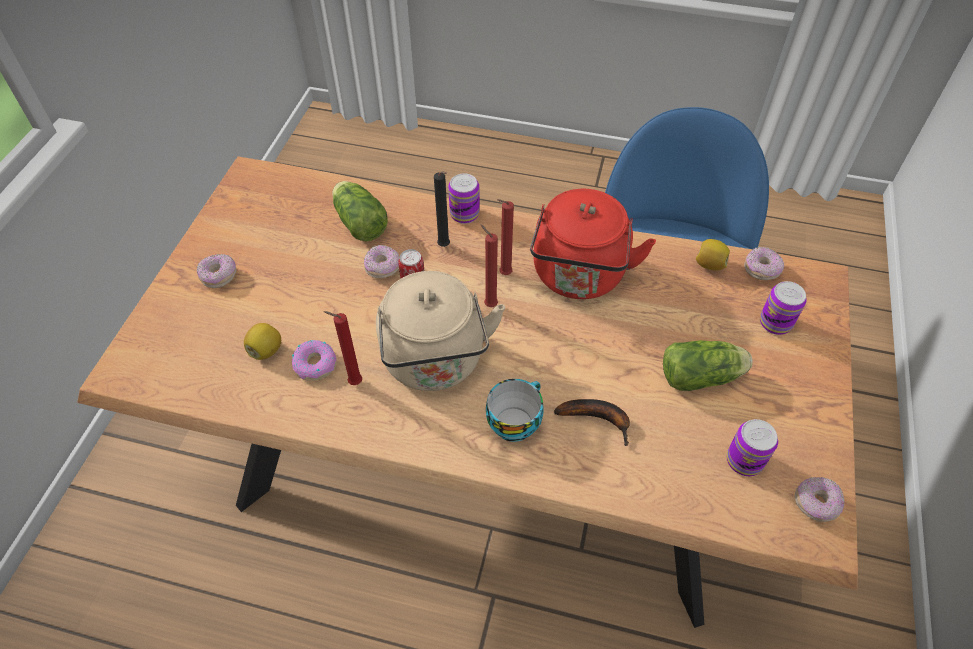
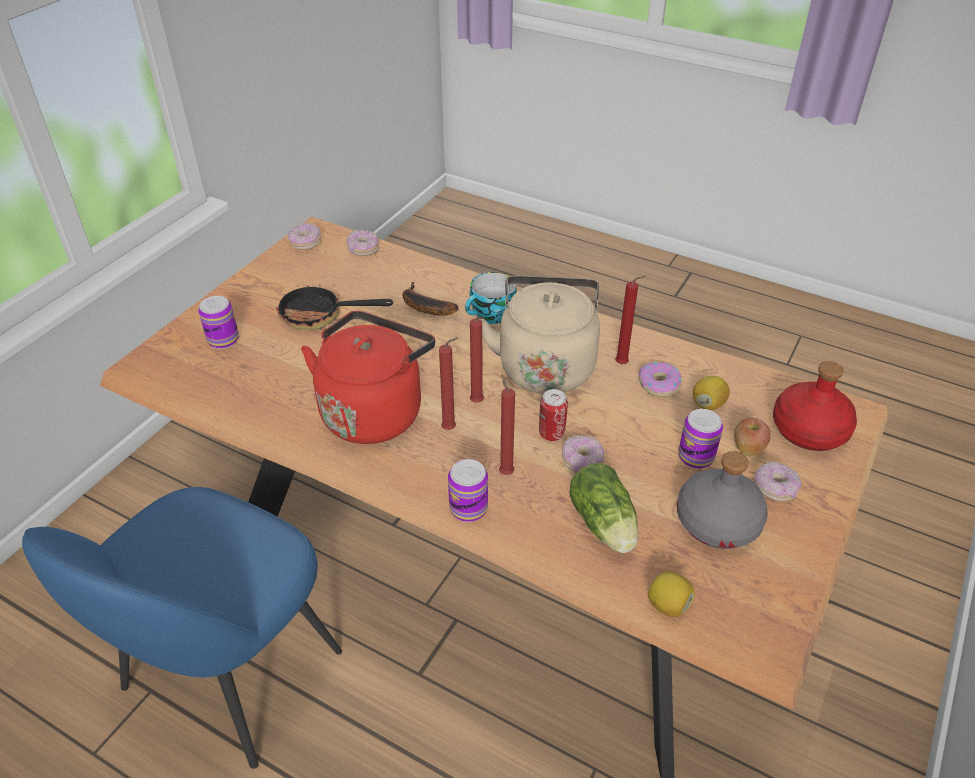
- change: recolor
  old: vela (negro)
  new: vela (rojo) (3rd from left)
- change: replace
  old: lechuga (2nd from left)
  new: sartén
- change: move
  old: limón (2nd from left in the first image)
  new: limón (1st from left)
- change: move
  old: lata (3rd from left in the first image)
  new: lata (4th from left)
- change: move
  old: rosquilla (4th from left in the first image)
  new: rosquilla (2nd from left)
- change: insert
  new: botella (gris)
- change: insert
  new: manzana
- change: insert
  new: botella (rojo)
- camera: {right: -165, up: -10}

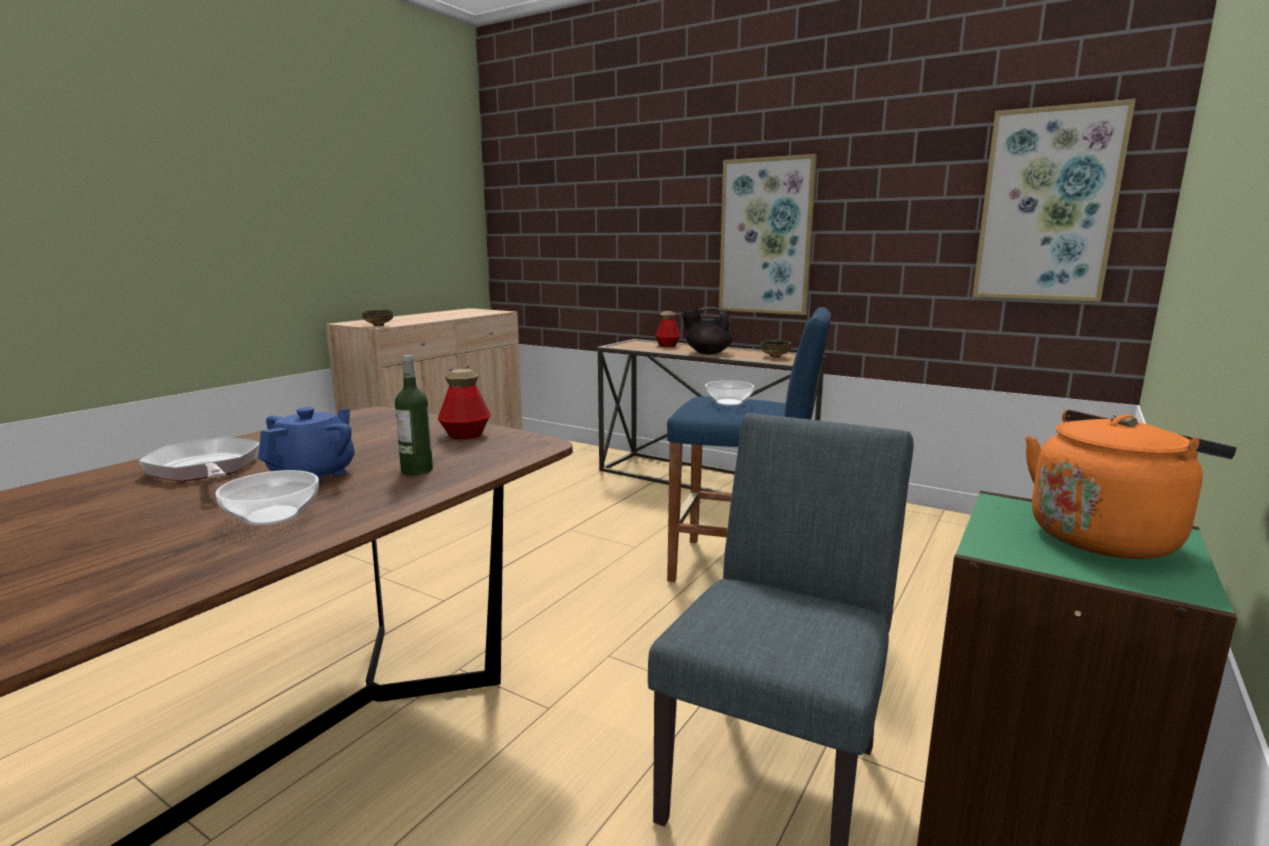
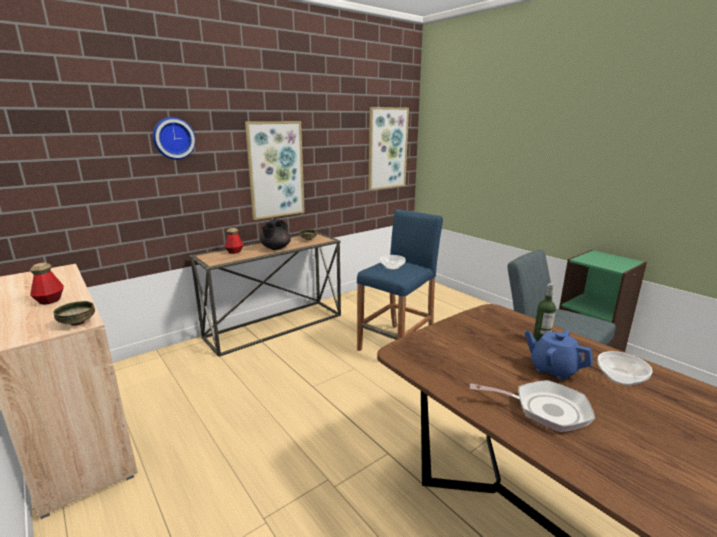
- change: rotate
  old: sartén
  degrees: -150
- change: move
  old: botella (2nd from left in the first image)
  new: botella (1st from left)
- change: delete
  old: hervidor (naranja)
- change: insert
  new: reloj de pared
- camera: {right: -70, up: 5}

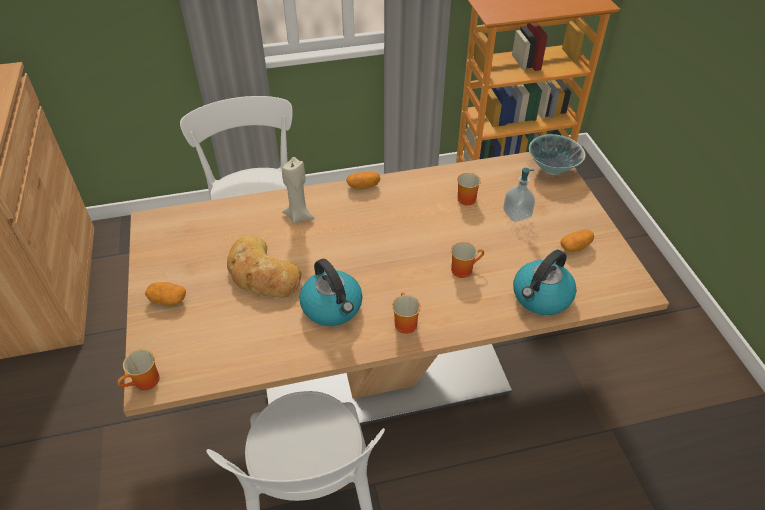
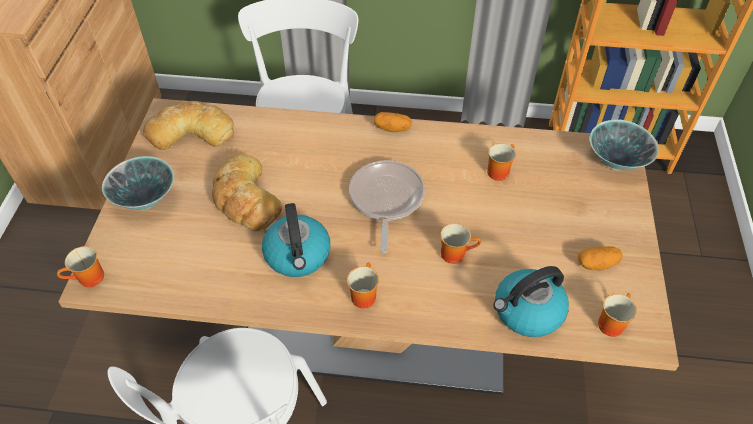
- change: replace
  old: patata (1st from left)
  new: cuenco (1st from left)
- change: delete
  old: vela (beis)
- change: delete
  old: dispensador de jabón
- change: insert
  new: pan (1st from left)
- change: insert
  new: sartén
- change: insert
  new: taza grande (5th from left)
- camera: {right: 20, up: 5}

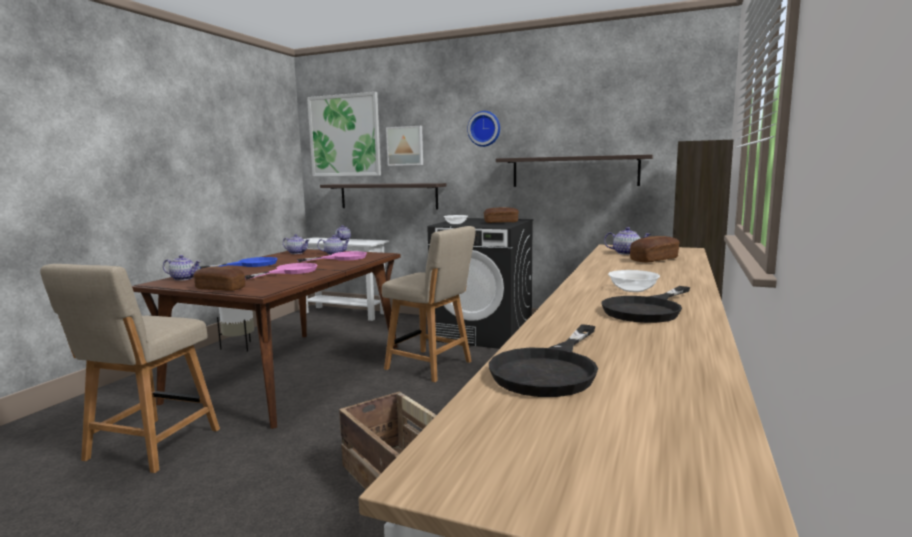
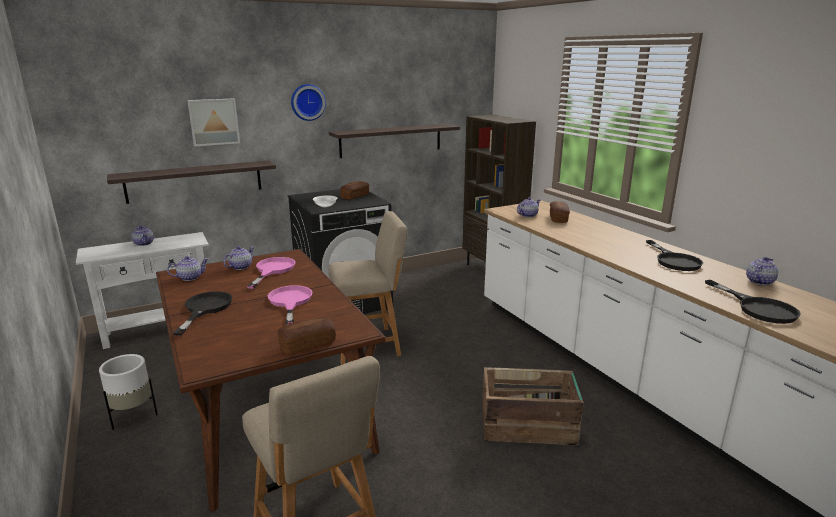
- change: move
  old: tetera (1st from left in the first image)
  new: tetera (5th from left)
- change: recolor
  old: sartén (azul)
  new: sartén (negro) (1st from left)
- change: delete
  old: cuadro (1st from left)
- change: delete
  old: cuenco (2nd from left)
- camera: {right: -50, up: 10}

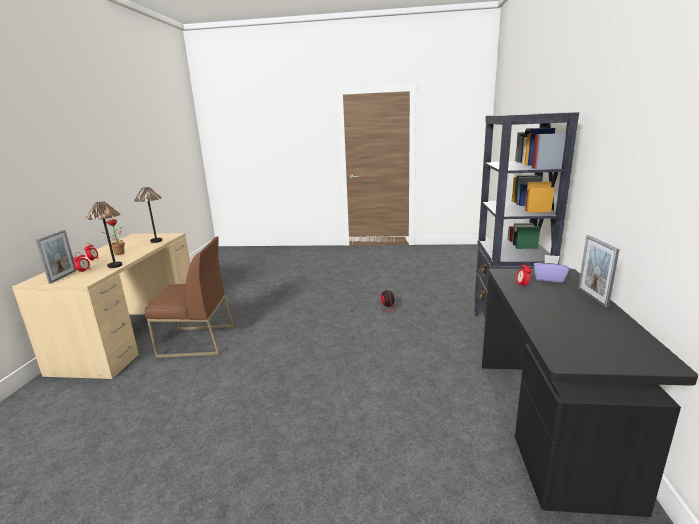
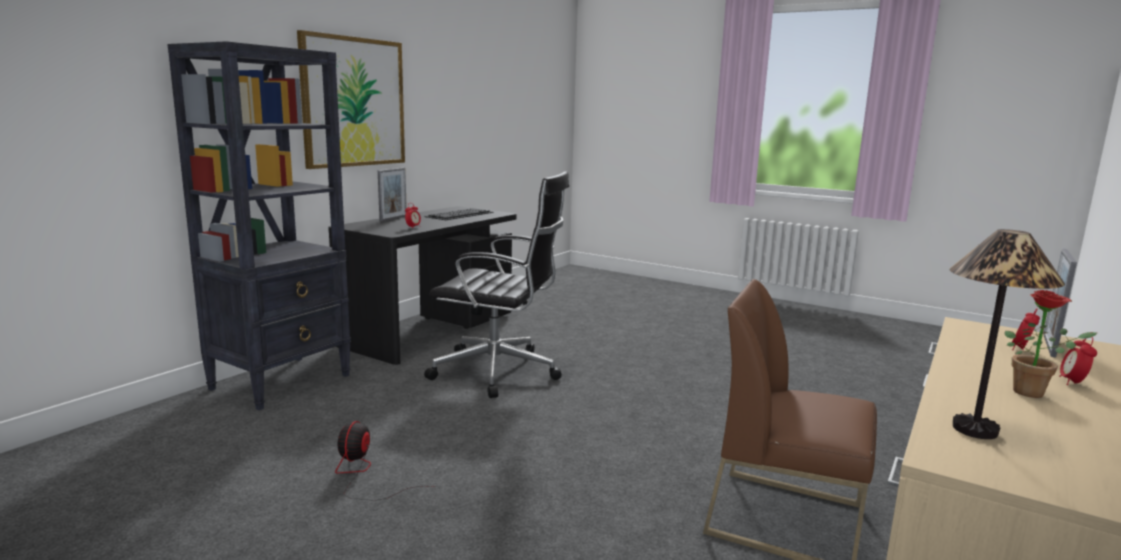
- change: delete
  old: lámpara de mesa (1st from left)
- change: delete
  old: caja de pañuelos (morado)
- change: insert
  new: cuadro
- change: insert
  new: silla de oficina (negro)
- change: insert
  new: teclado
- camera: {right: -155, up: -5}

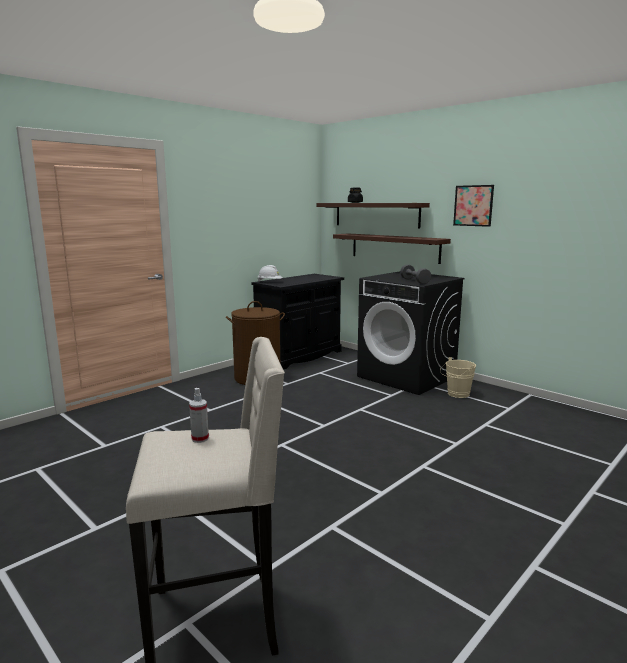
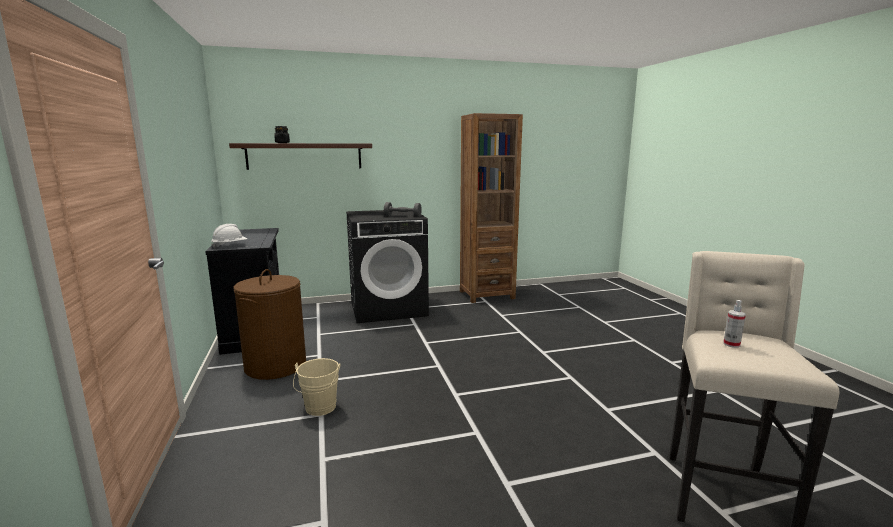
- change: delete
  old: estante (2nd from left)
- change: move
  old: cubo (beis)
- change: delete
  old: cuadro
- change: insert
  new: estantería (marrón)
- camera: {right: -60, up: 0}

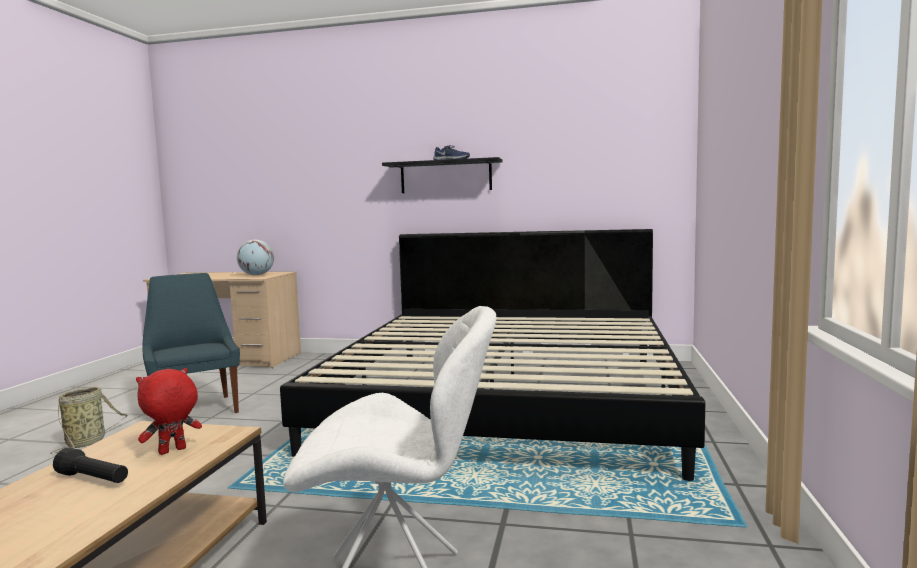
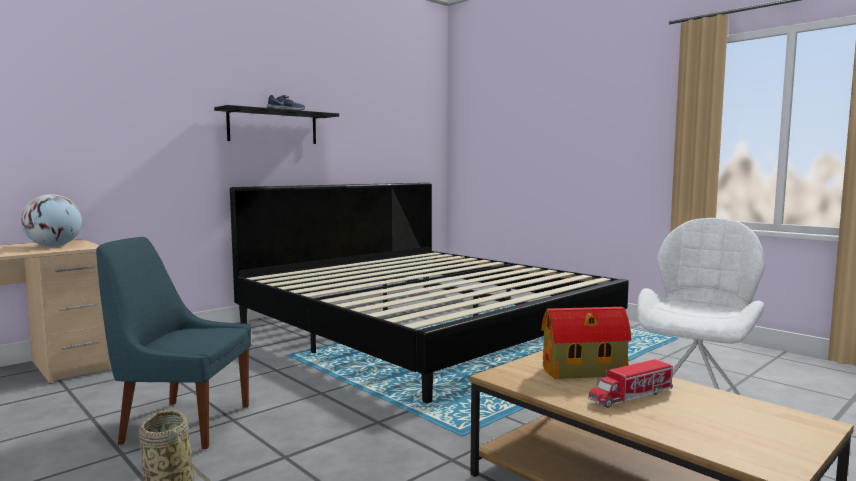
- change: replace
  old: linterna (negro)
  new: camión de juguete
- change: replace
  old: peluche (rojo)
  new: casita
- camera: {right: -55, up: 0}

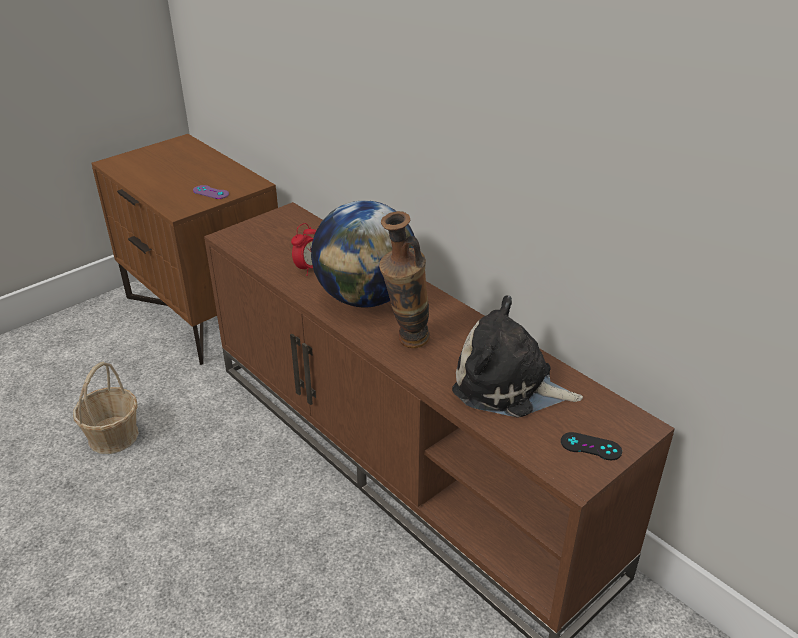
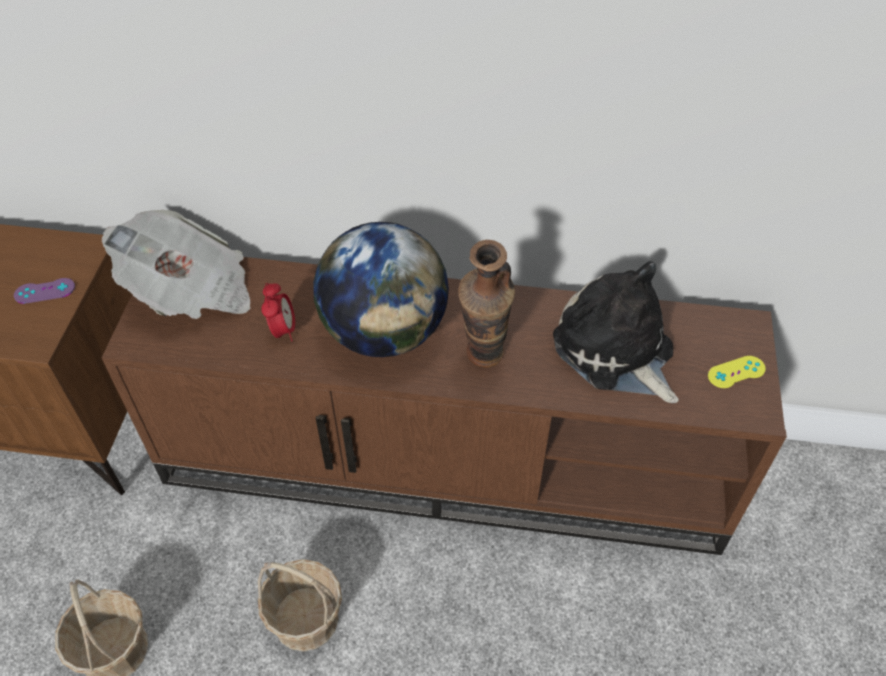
- change: rotate
  old: peluche
  degrees: 75
- change: recolor
  old: mando de consola (negro)
  new: mando de consola (amarillo)
- change: insert
  new: periódico
- change: insert
  new: cesta (2nd from left)
- camera: {right: -40, up: 15}

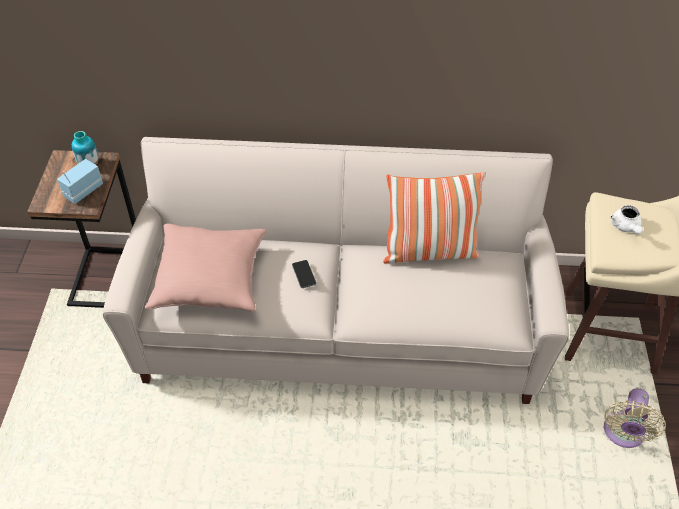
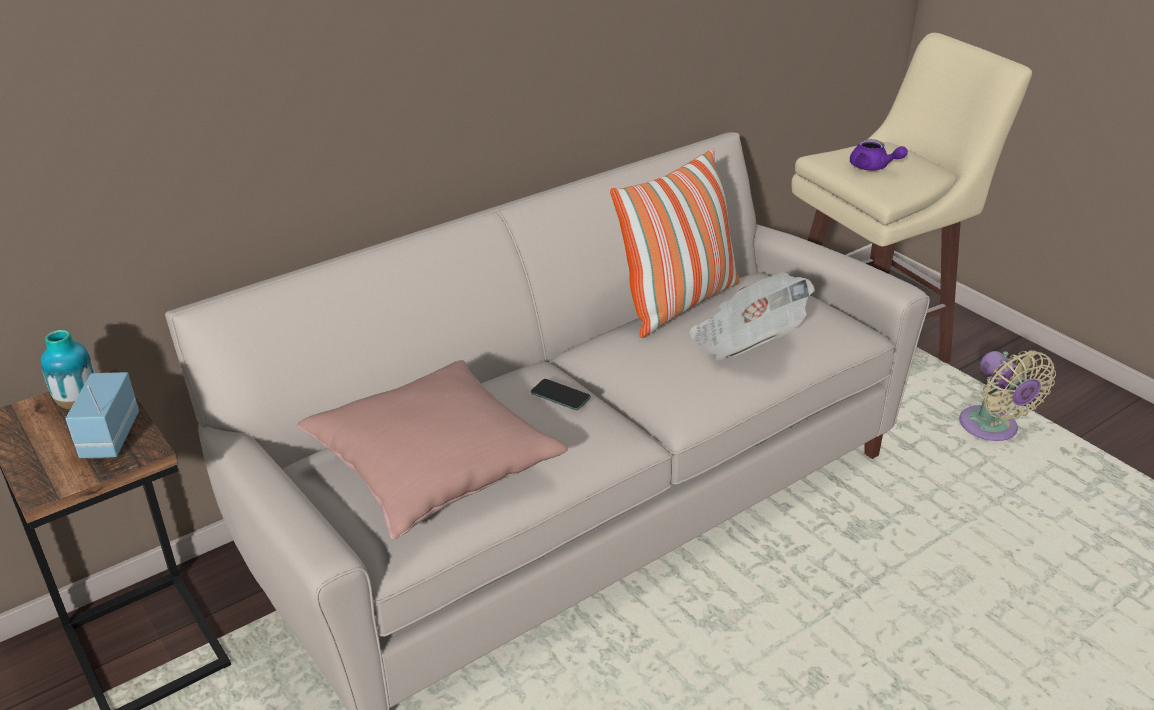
- change: recolor
  old: tetera (blanco)
  new: tetera (morado)
- change: insert
  new: periódico
- camera: {right: -40, up: -15}

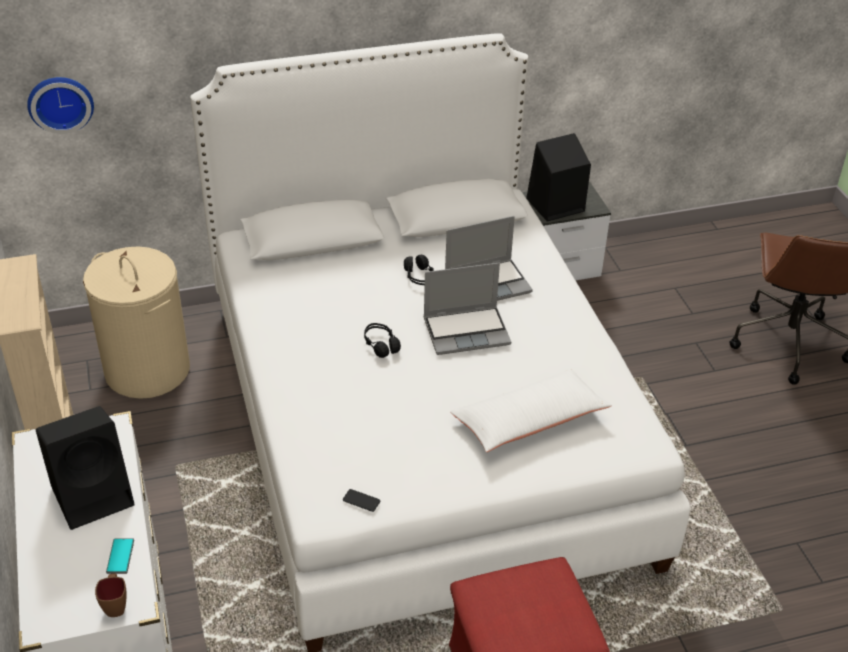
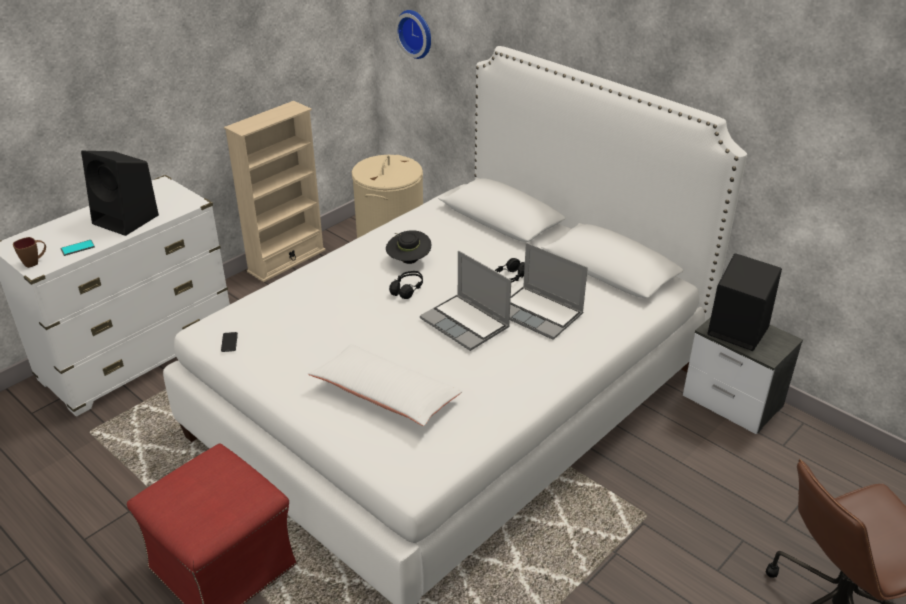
- change: insert
  new: sombrero (negro)
- camera: {right: 60, up: -5}

